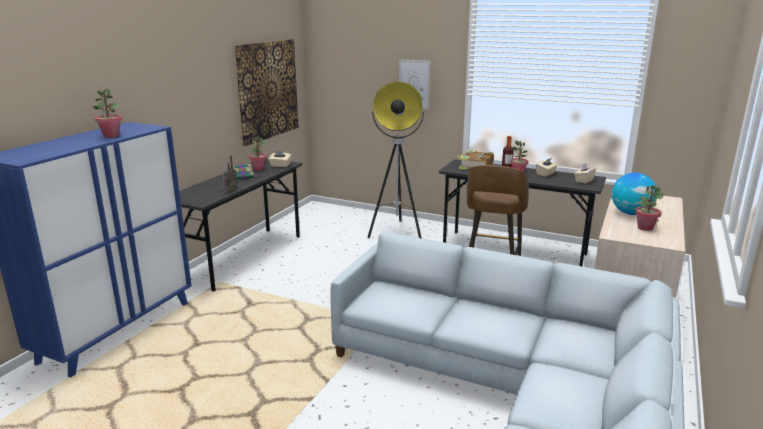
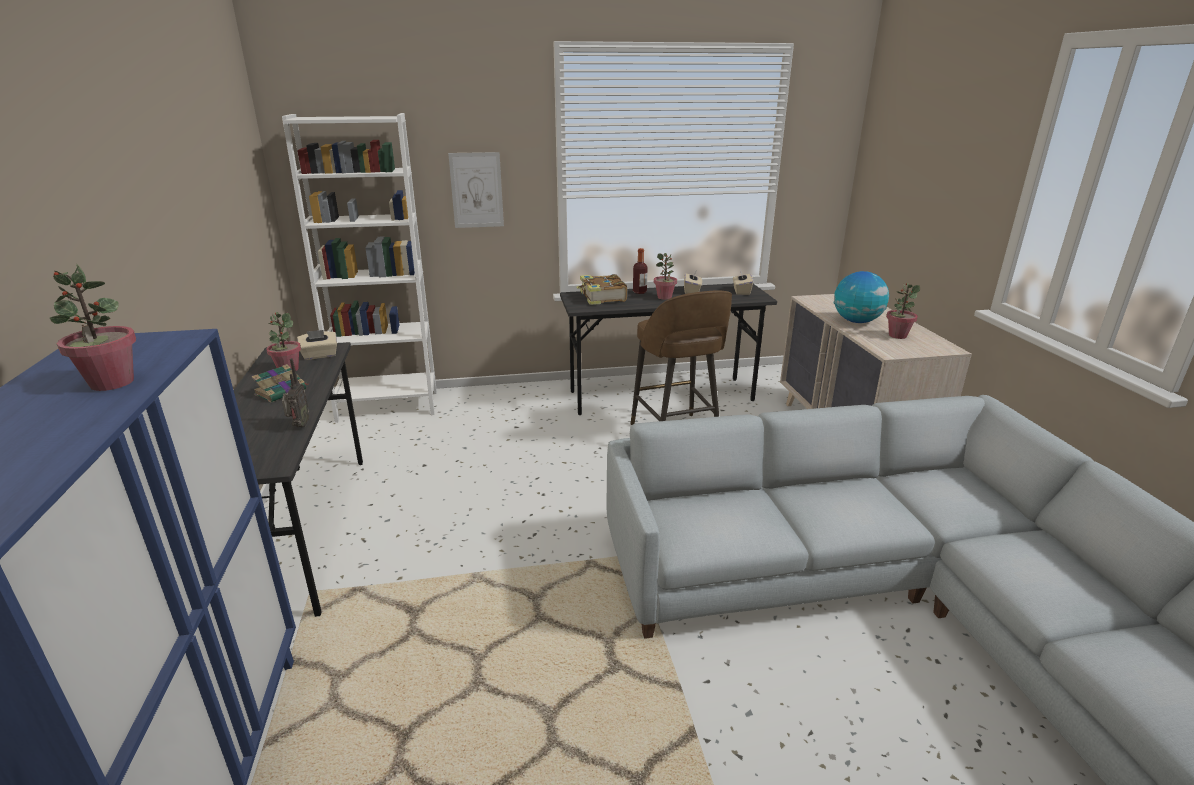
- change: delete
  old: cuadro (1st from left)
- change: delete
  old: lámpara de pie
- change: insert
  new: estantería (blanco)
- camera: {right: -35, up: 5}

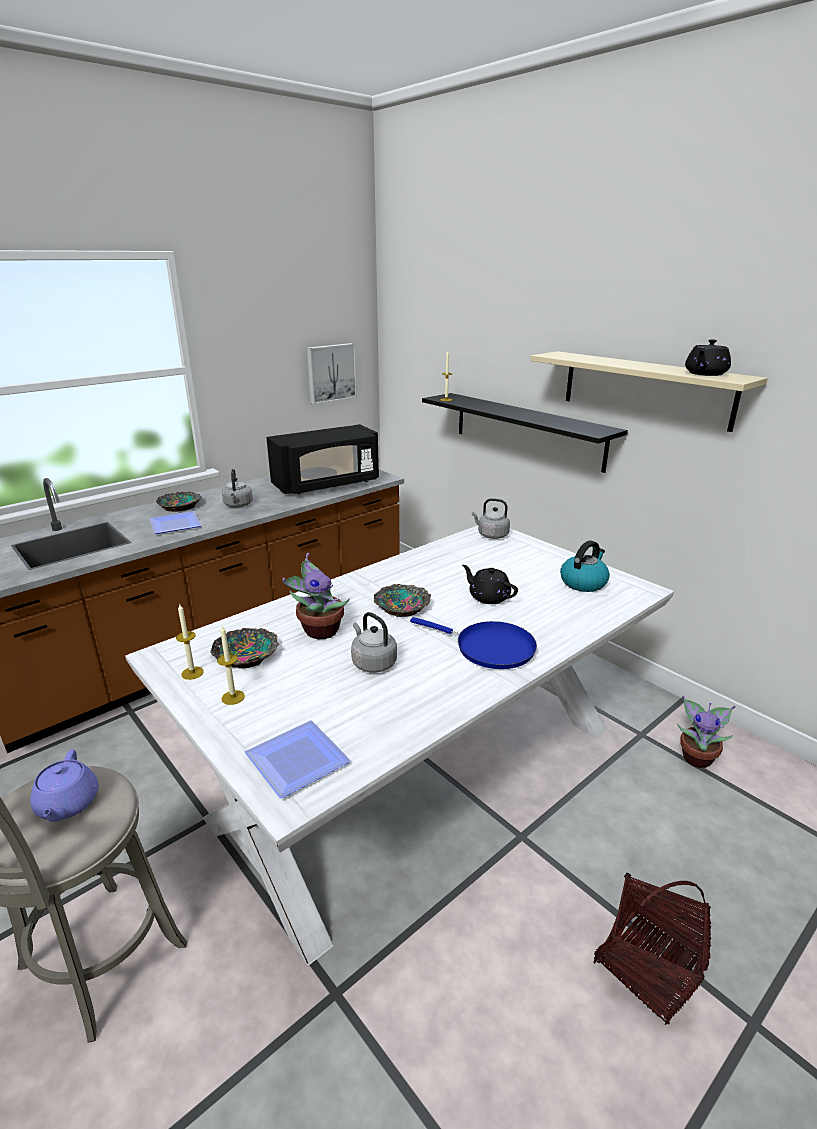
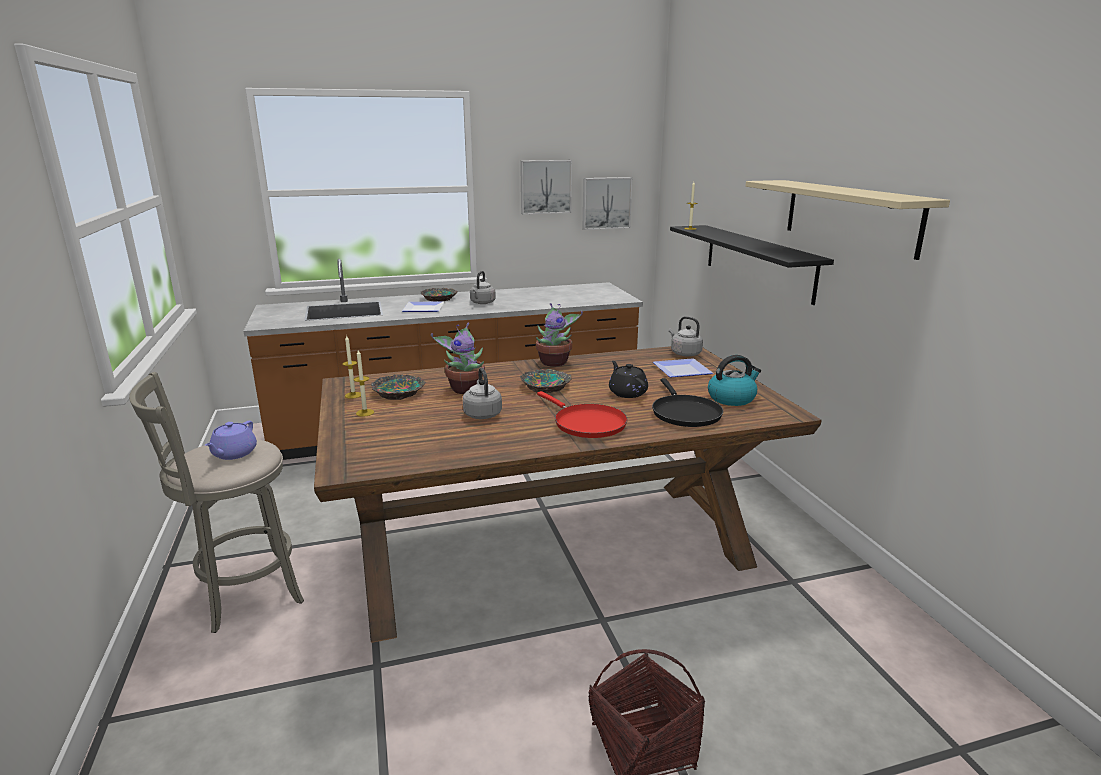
- change: recolor
  old: mesa de comedor (blanco)
  new: mesa de comedor (marrón)
- change: move
  old: plato (2nd from left)
- change: delete
  old: microondas (negro)
- change: recolor
  old: sartén (azul)
  new: sartén (rojo)
- change: move
  old: planta en maceta (2nd from left)
- change: delete
  old: tetera (negro) (2nd from left)
- change: insert
  new: cuadro (1st from left)
- change: insert
  new: sartén (negro)
- camera: {right: 25, up: -5}

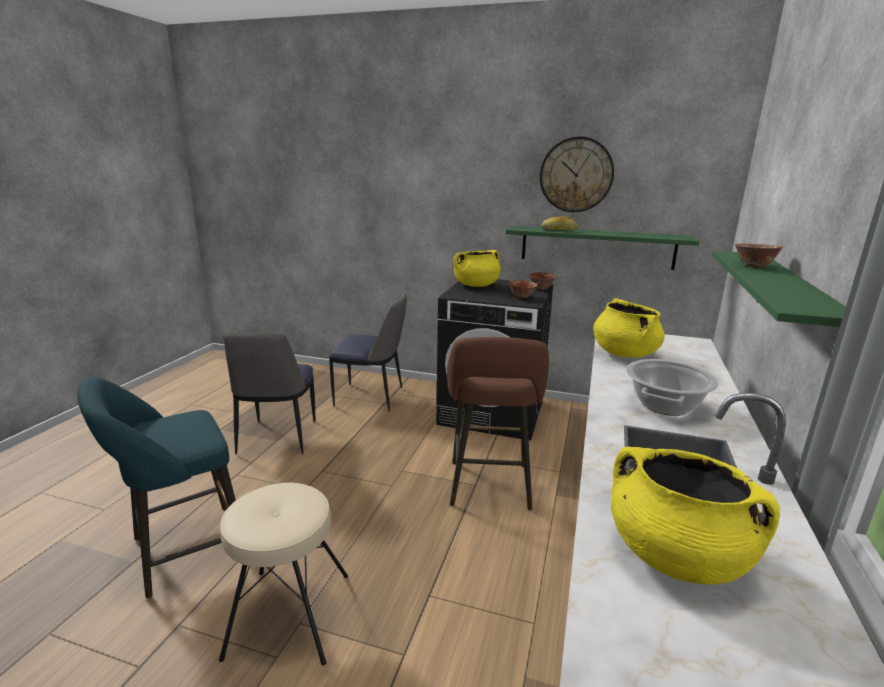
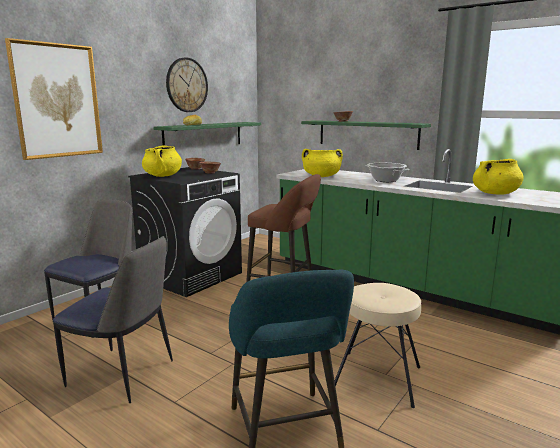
- change: insert
  new: cuadro
- camera: {right: -70, up: -5}

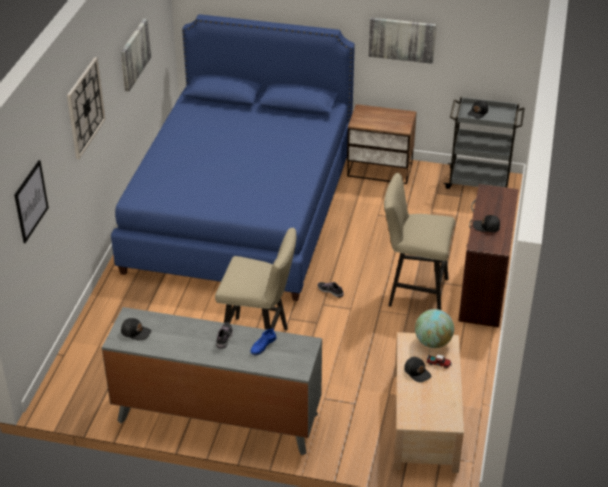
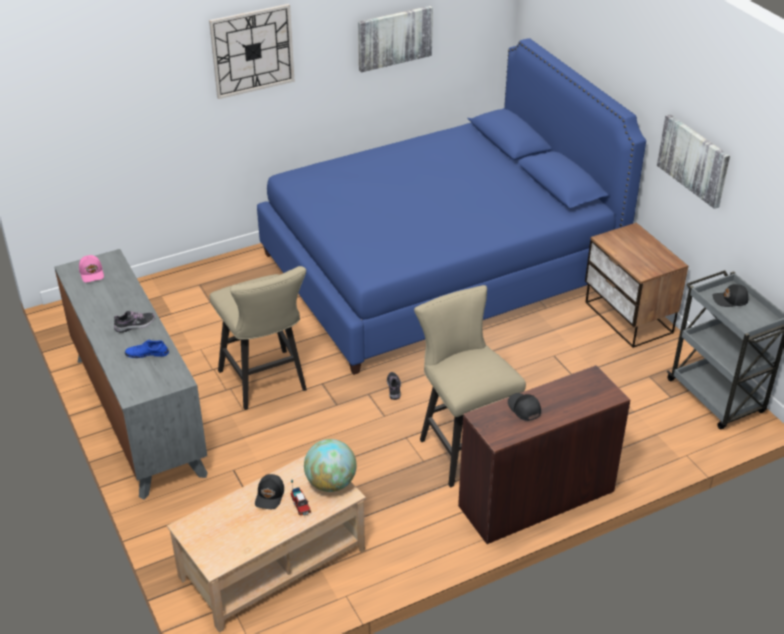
- change: delete
  old: cuadro (1st from left)
- change: recolor
  old: gorra (negro) (1st from left)
  new: gorra (rosa)
- camera: {right: 50, up: 0}

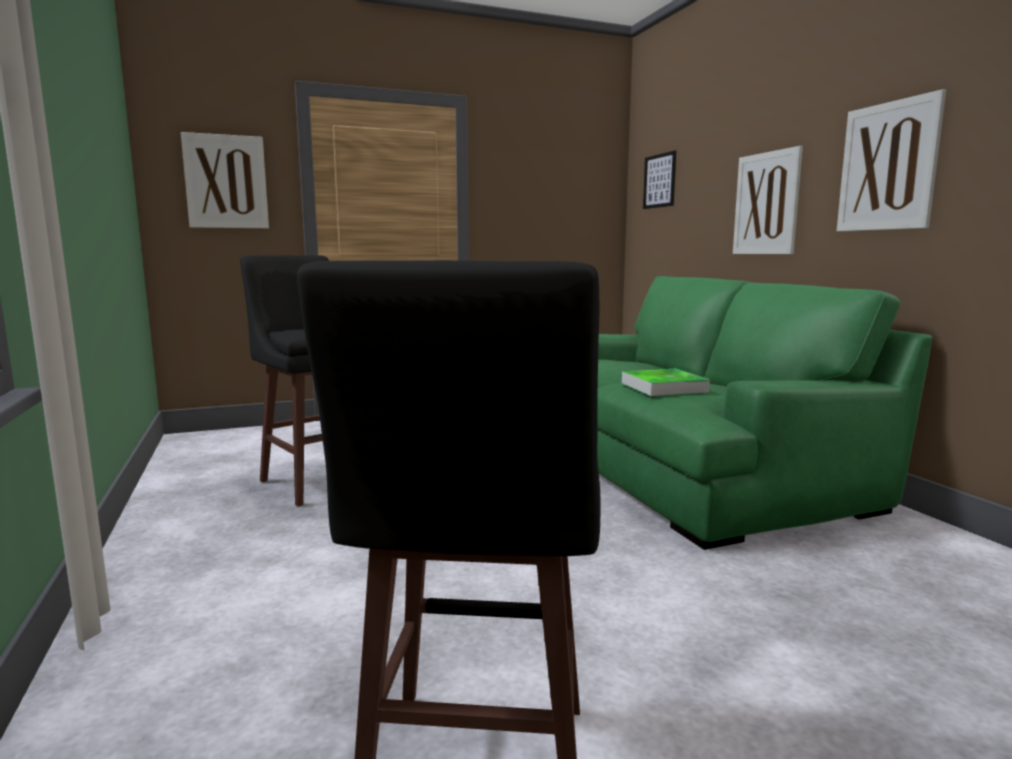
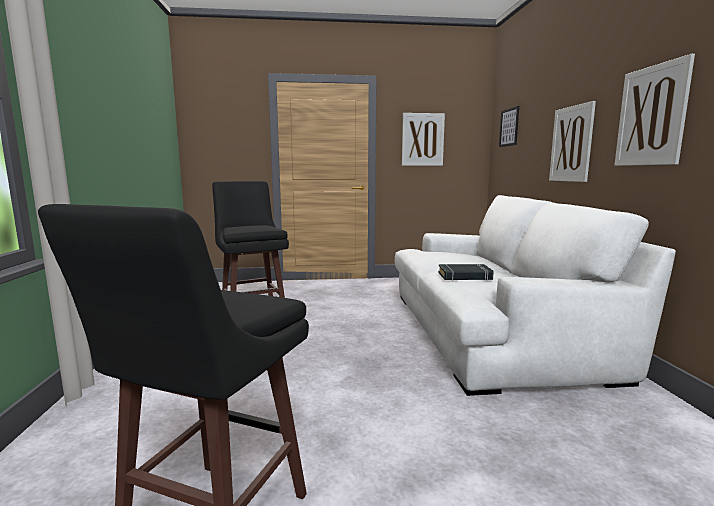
- change: move
  old: cuadro (1st from left)
- change: recolor
  old: sofá (verde)
  new: sofá (blanco)
- change: replace
  old: bandeja
  new: libro (negro)
- camera: {right: 15, up: 0}

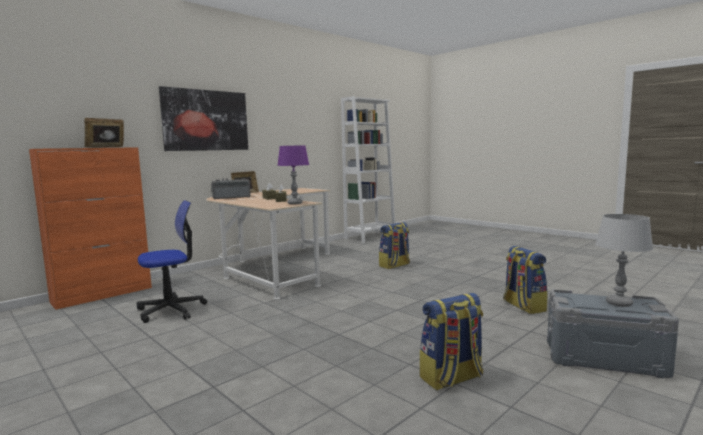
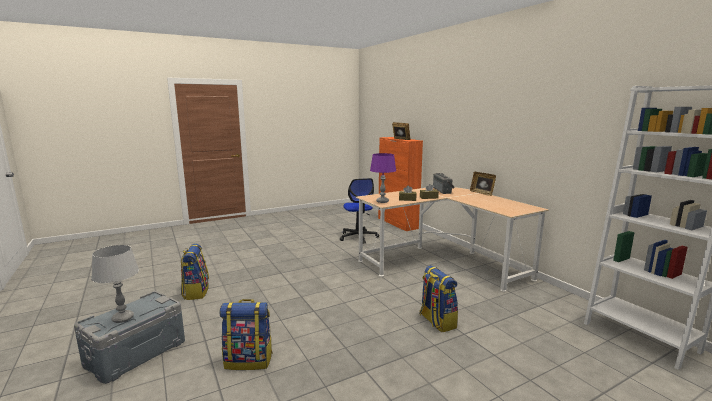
- change: delete
  old: cuadro
- camera: {right: 105, up: 5}

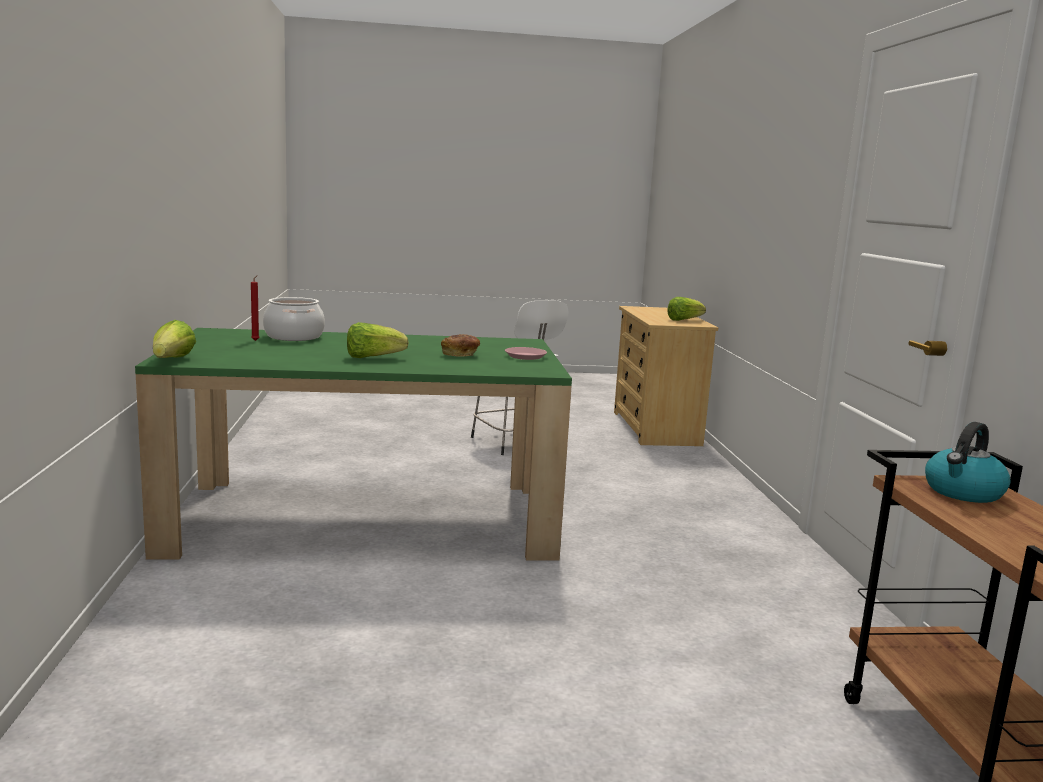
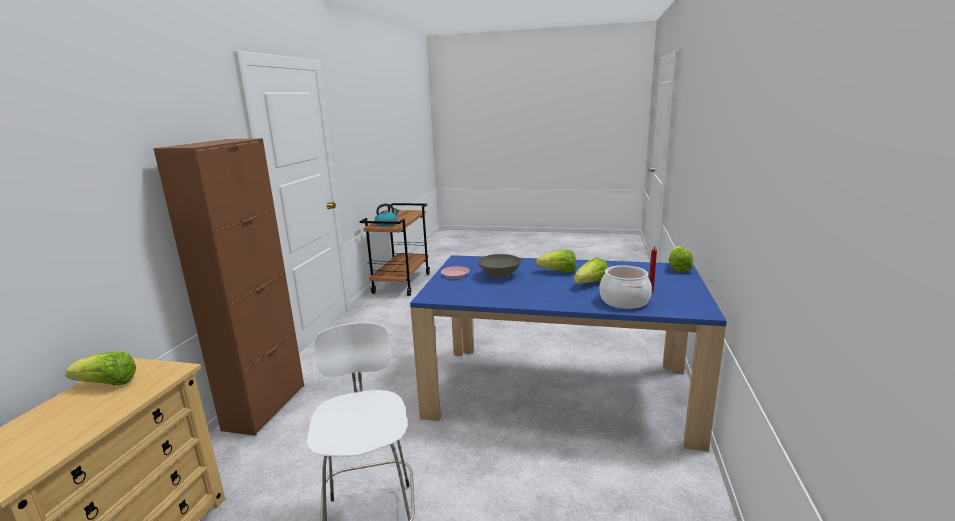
- change: recolor
  old: mesa de comedor (verde)
  new: mesa de comedor (azul)
- change: replace
  old: pan
  new: cuenco (gris)
- change: insert
  new: armario (marrón)
- change: insert
  new: lechuga (3rd from left)
- camera: {right: -160, up: 5}

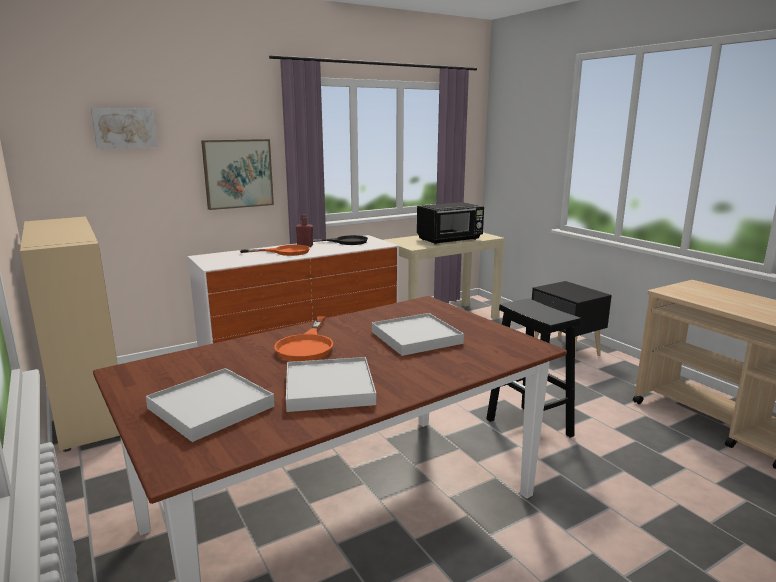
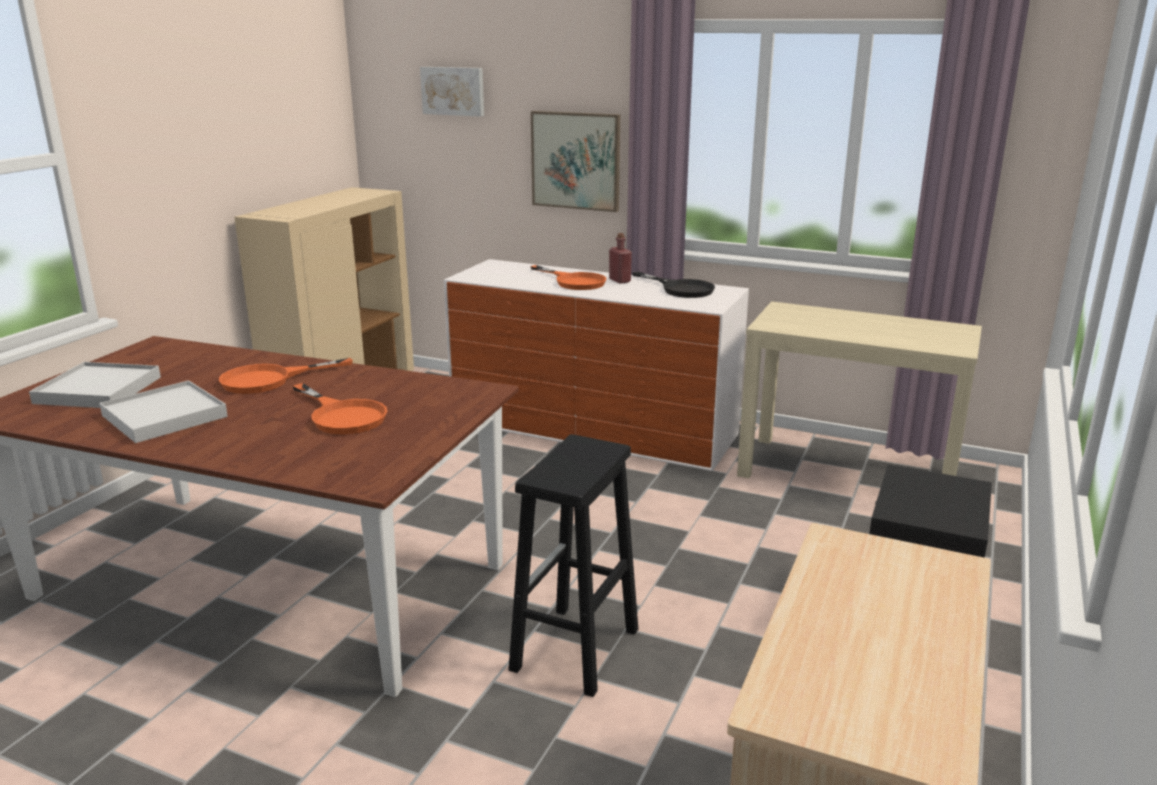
- change: replace
  old: bandeja (blanco) (3rd from left)
  new: sartén (naranja) (2nd from left)
- change: delete
  old: microondas (negro)
- camera: {right: 55, up: 5}

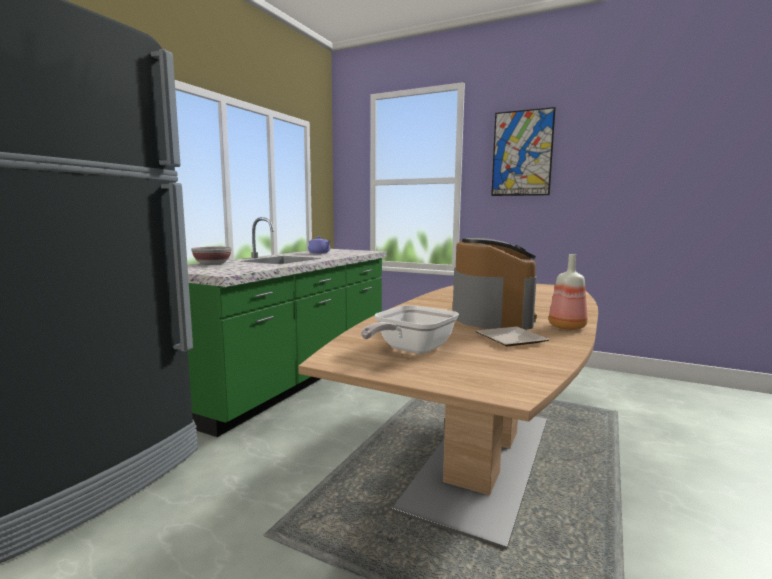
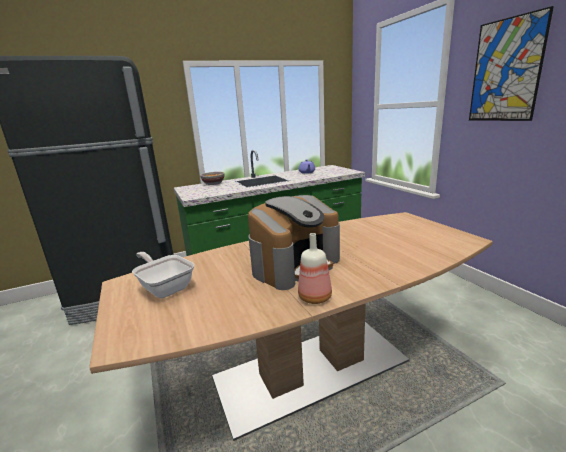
- change: rotate
  old: sartén
  degrees: 60
- change: delete
  old: plato
- camera: {right: 40, up: 10}

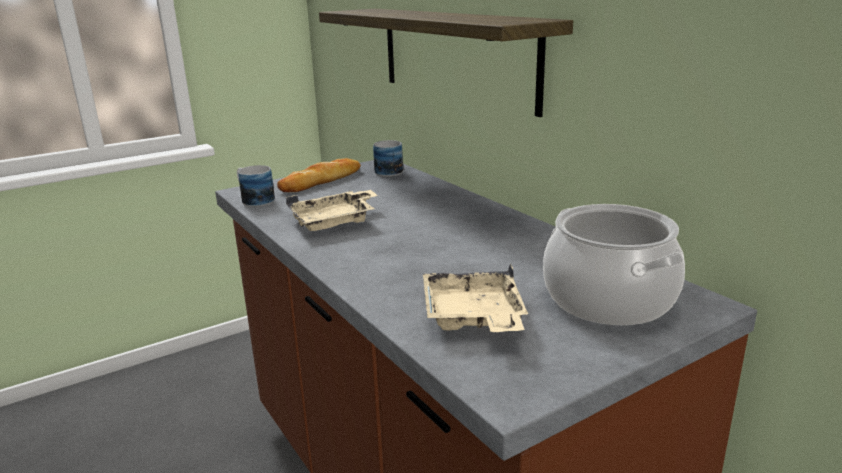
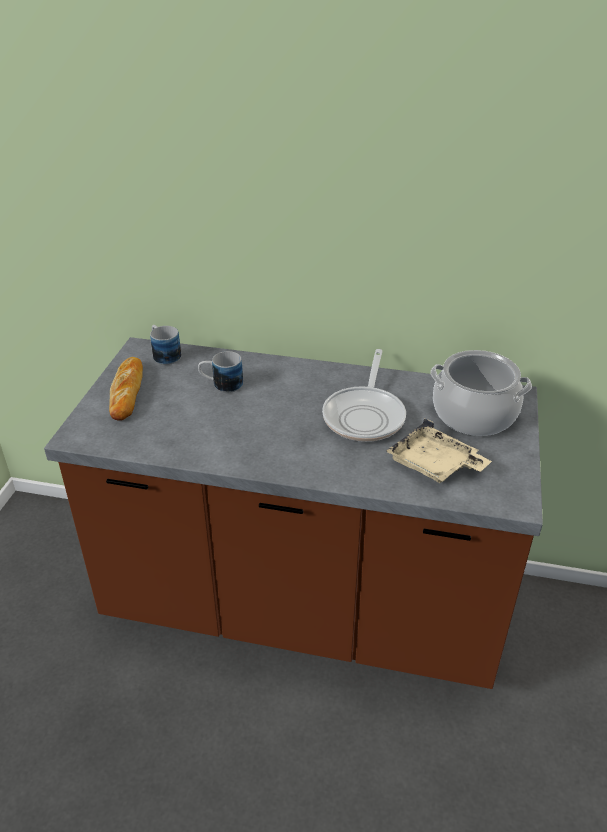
- change: move
  old: taza grande (1st from left in the first image)
  new: taza grande (2nd from left)
- change: delete
  old: bandeja (beis) (1st from left)
- change: delete
  old: estante
- change: insert
  new: sartén
- camera: {right: -45, up: 15}

